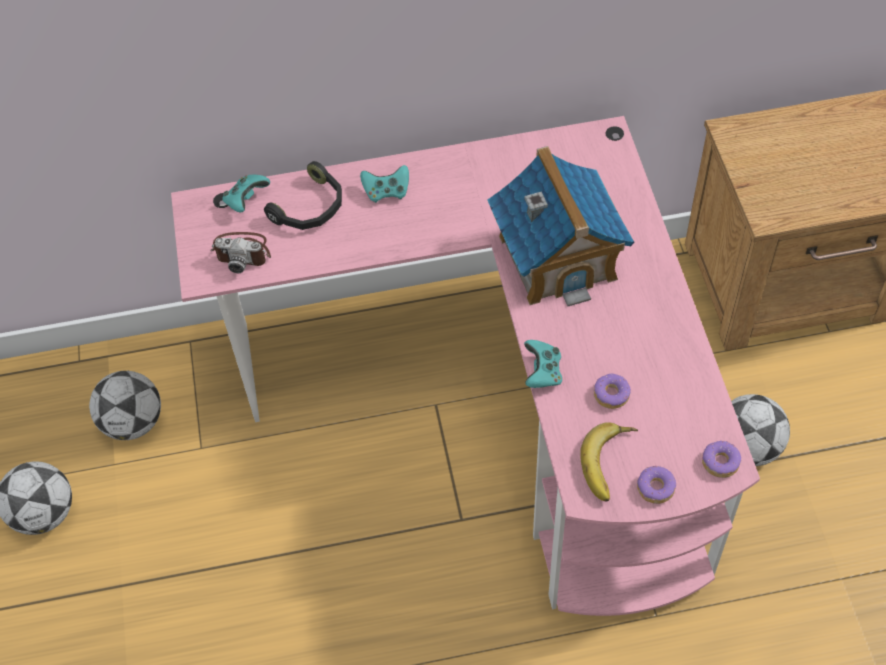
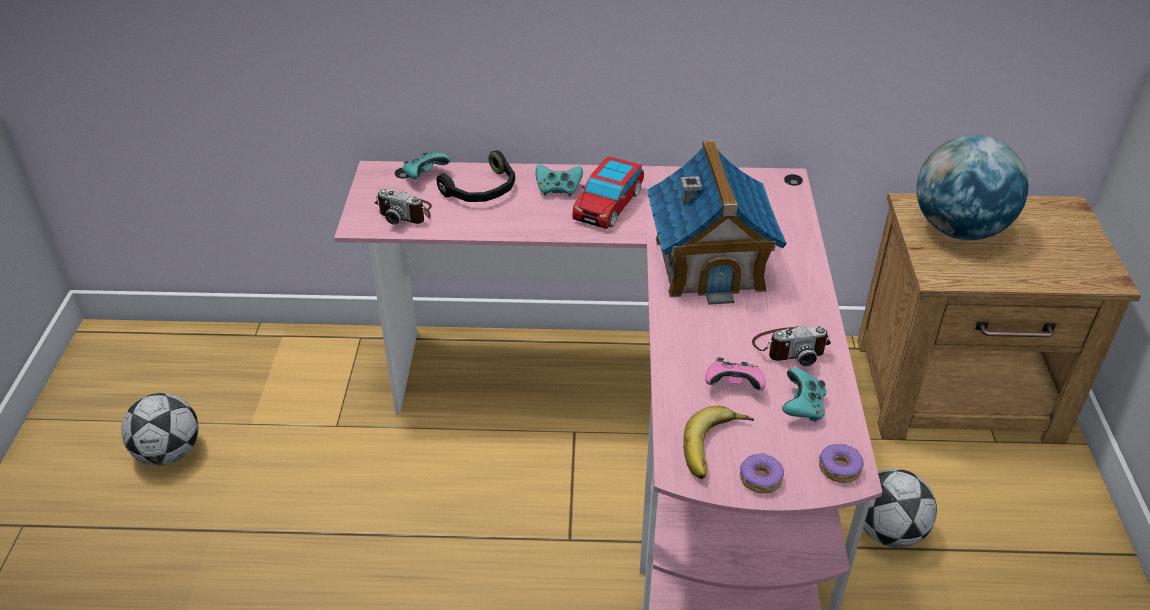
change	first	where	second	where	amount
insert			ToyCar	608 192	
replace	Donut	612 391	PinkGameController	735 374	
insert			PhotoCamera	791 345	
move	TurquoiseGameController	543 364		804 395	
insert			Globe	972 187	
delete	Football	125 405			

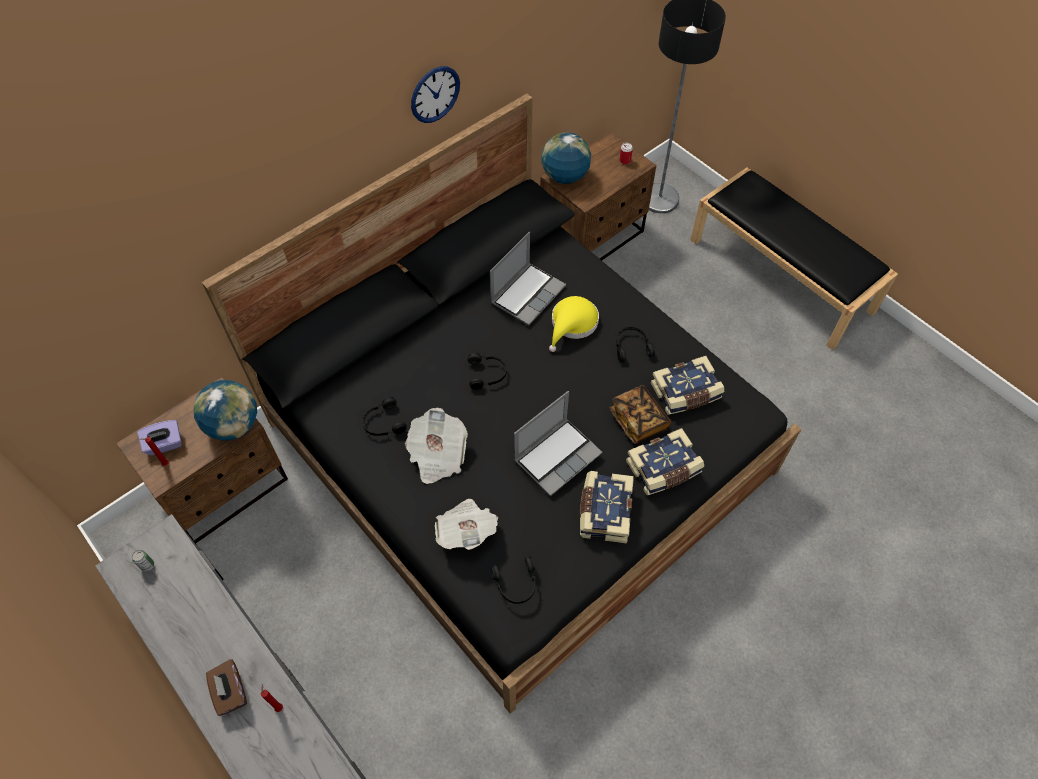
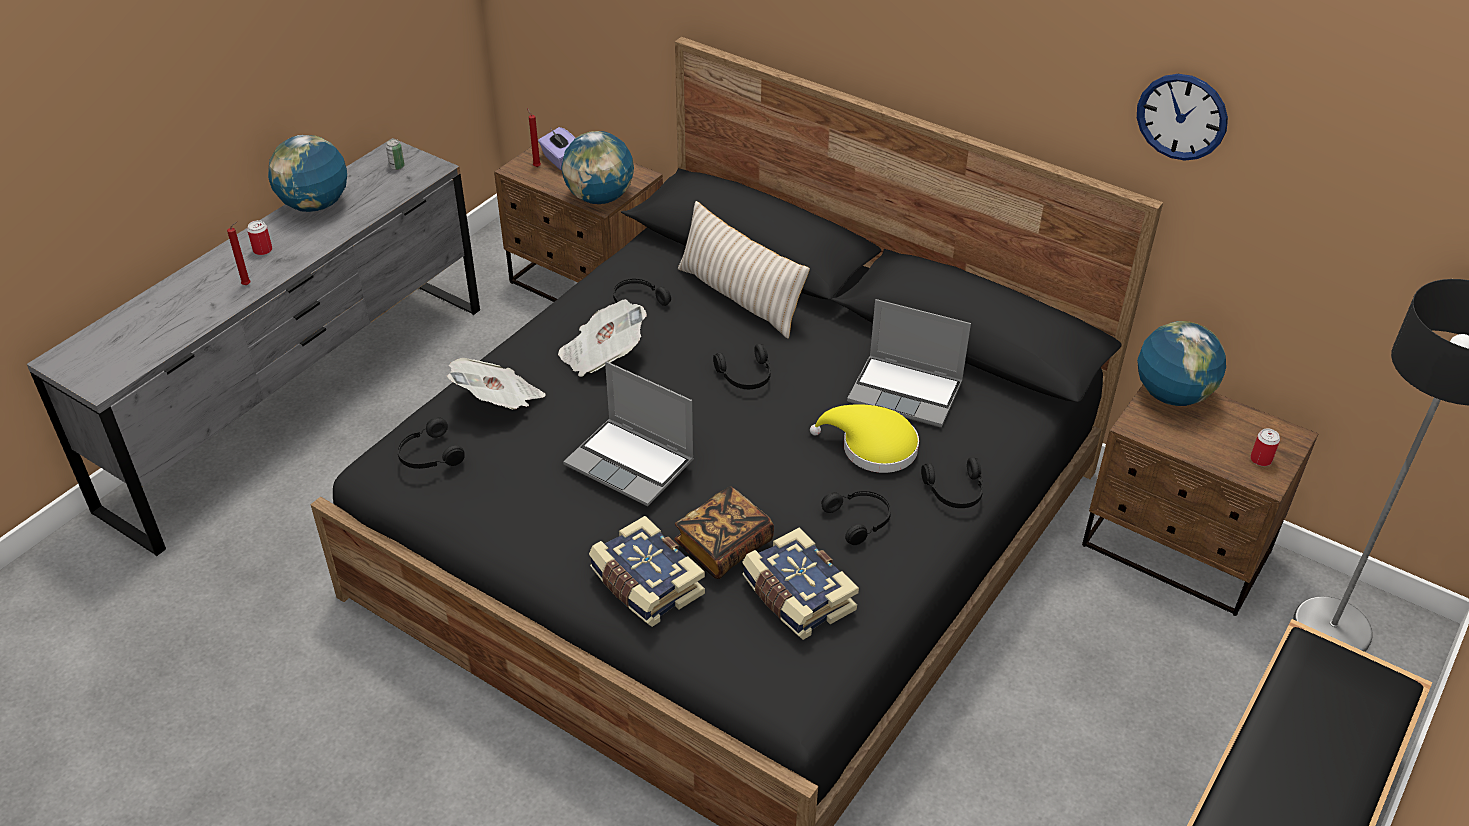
change	first	where	second	where	amount
replace	BrownTissueBox	226 687	Can	259 237	
insert			Globe	307 173	
insert			BeigePillow	744 270	
insert			BlackHeadphones	952 482	
move	WallClock	435 94		1182 117	
delete	Book	607 507			

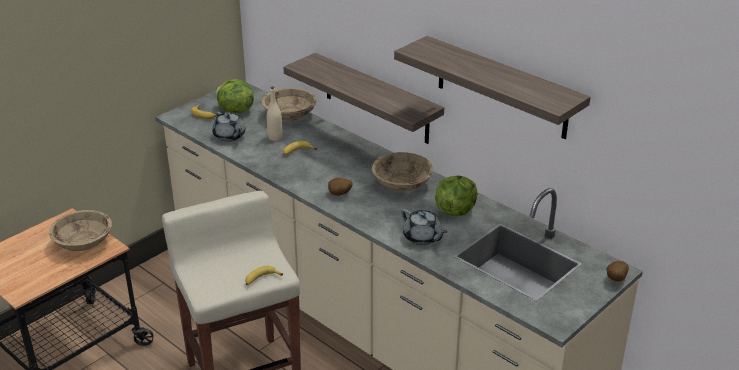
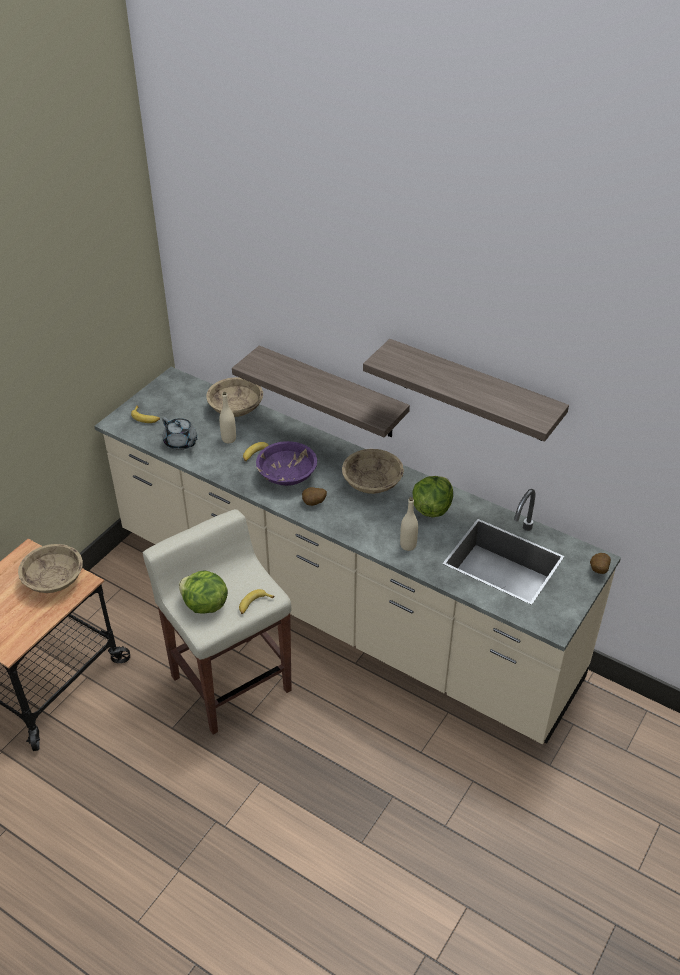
change	first	where	second	where	amount
move	Lettuce	235 96		203 592	
insert			PurpleBowl	286 463	
replace	GreyTeapot	424 227	BeigeBottle	409 524	

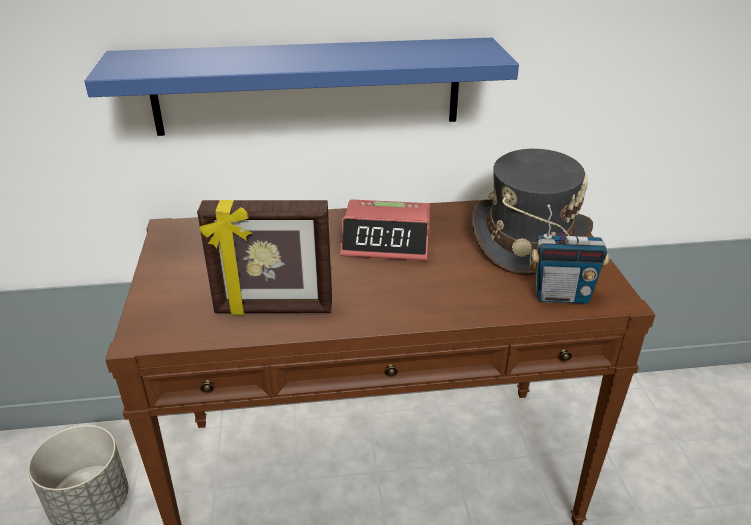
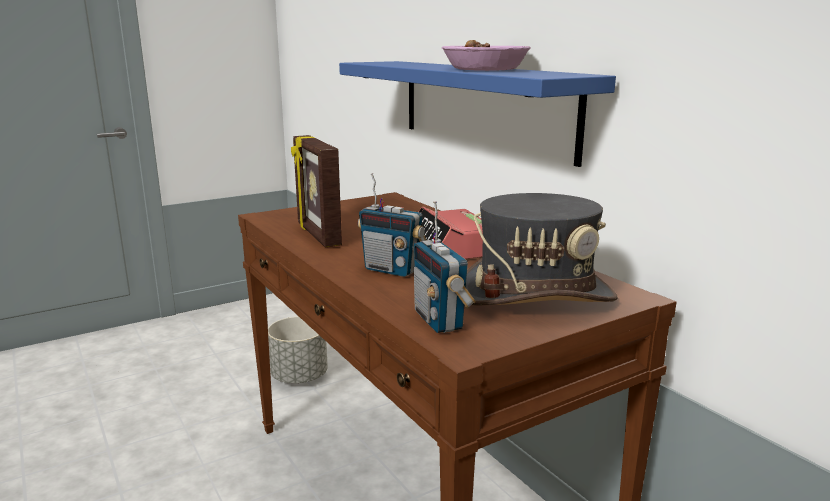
change	first	where	second	where	amount
insert			Radio	392 225	
insert			Bowl	486 55	

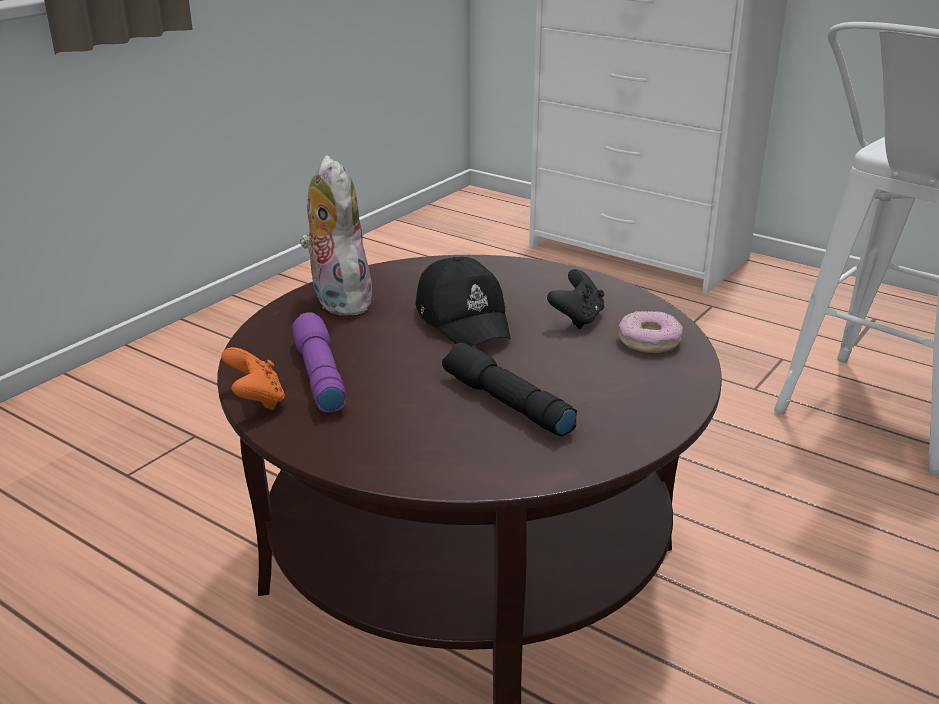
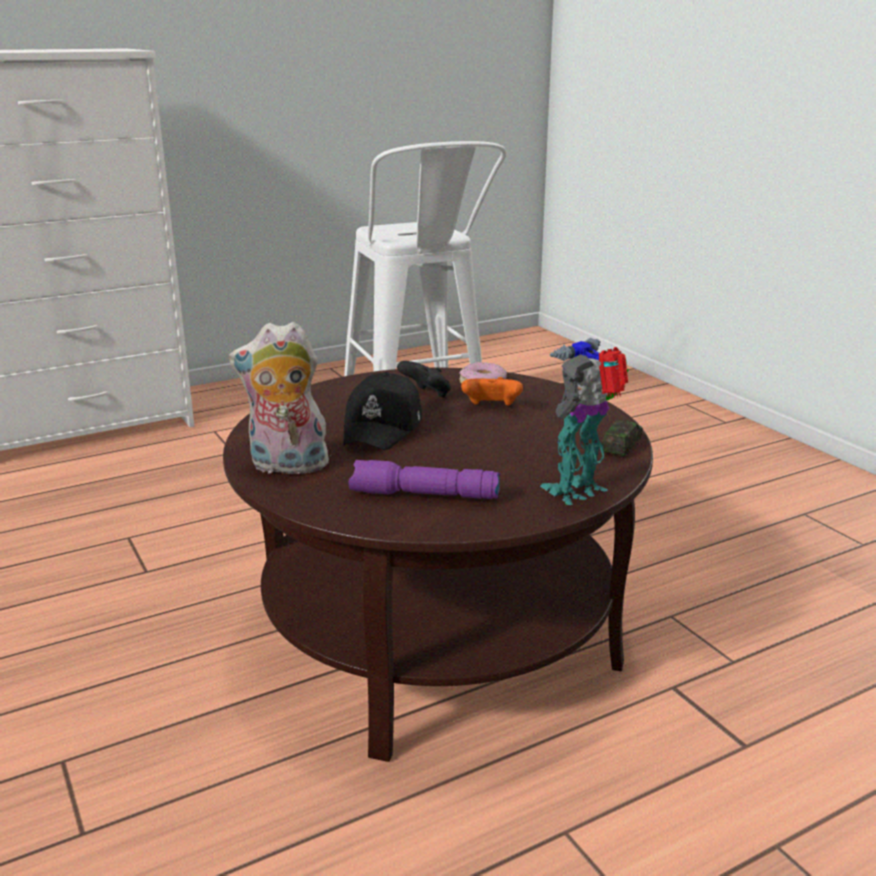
change	first	where	second	where	amount
rotate	BlackCap	463 302		382 411	105 degrees clockwise
move	OrangeGameController	253 378		492 391	
insert			ToyRobot	584 421	
insert			ToyCar	622 438	
delete	BlackFlashlight	509 389			

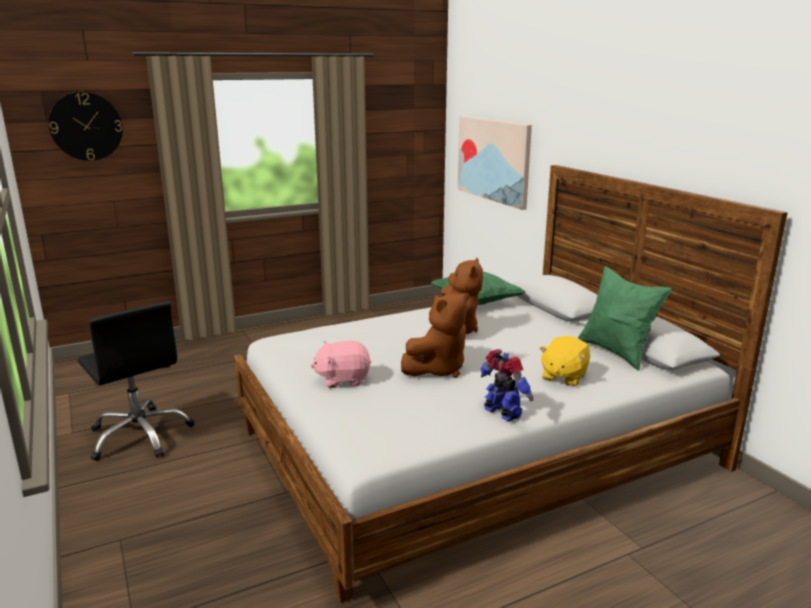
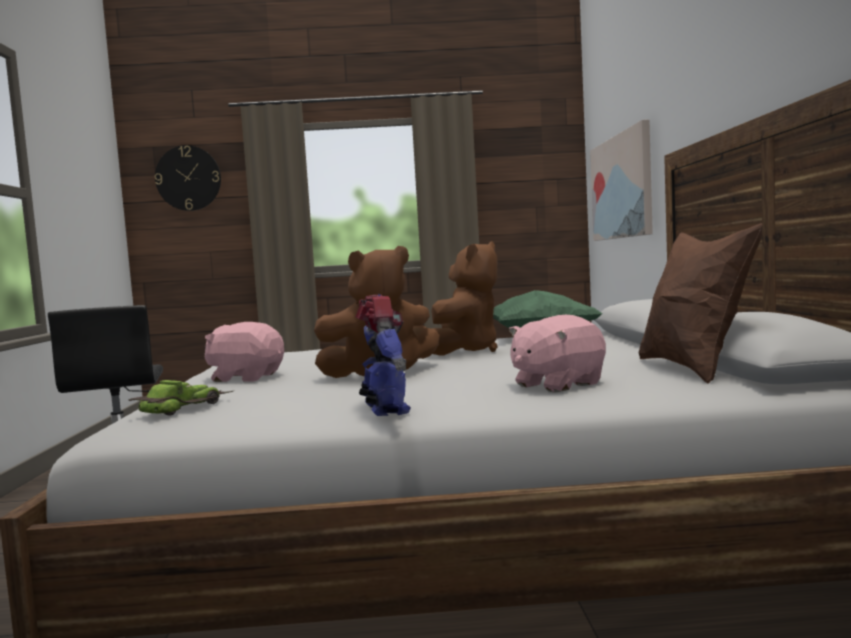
change	first	where	second	where	amount
insert			ToyCar	181 398	
recolor	YellowPlushToy	565 361	PinkPlushToy	557 354	
recolor	GreenPillow	625 318	BrownPillow	700 303	

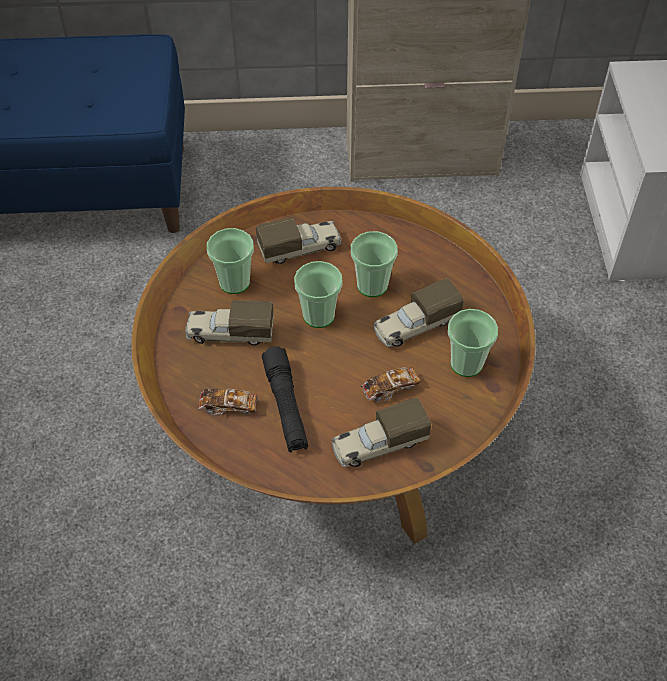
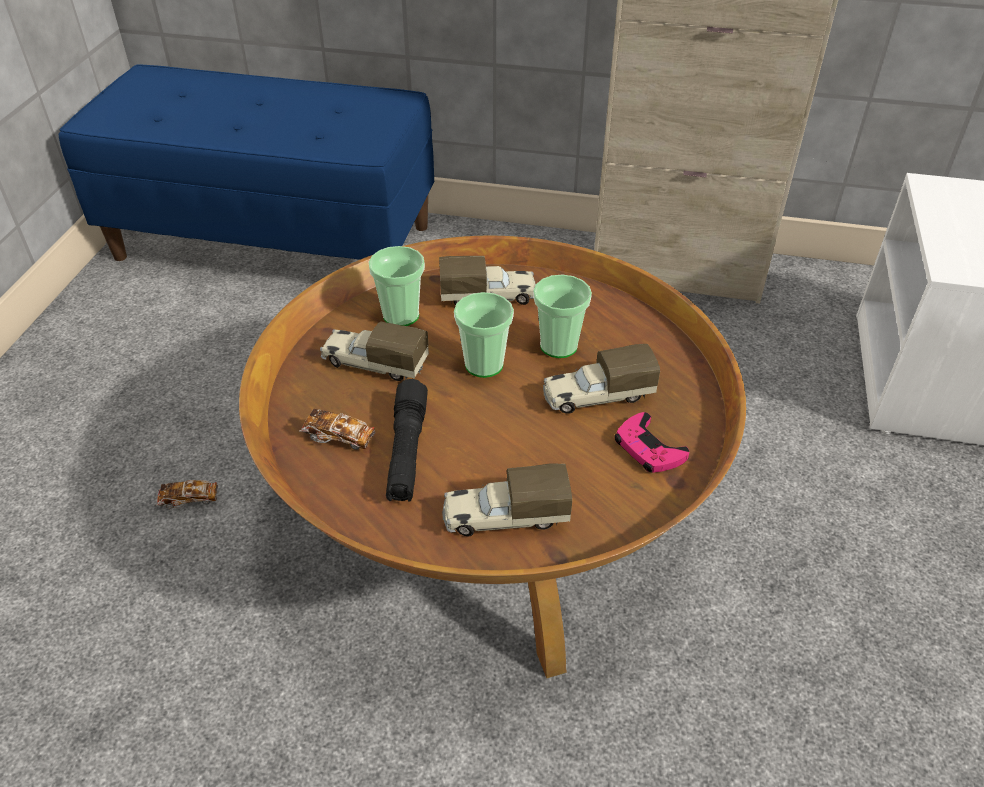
change	first	where	second	where	amount
move	ToyCar	390 384		187 494	
replace	Cup	473 343	PinkGameController	651 442	

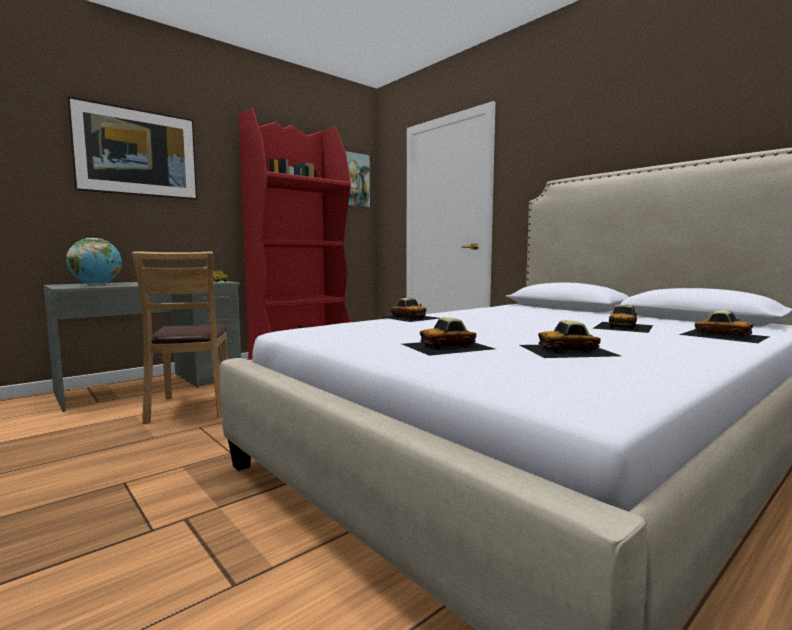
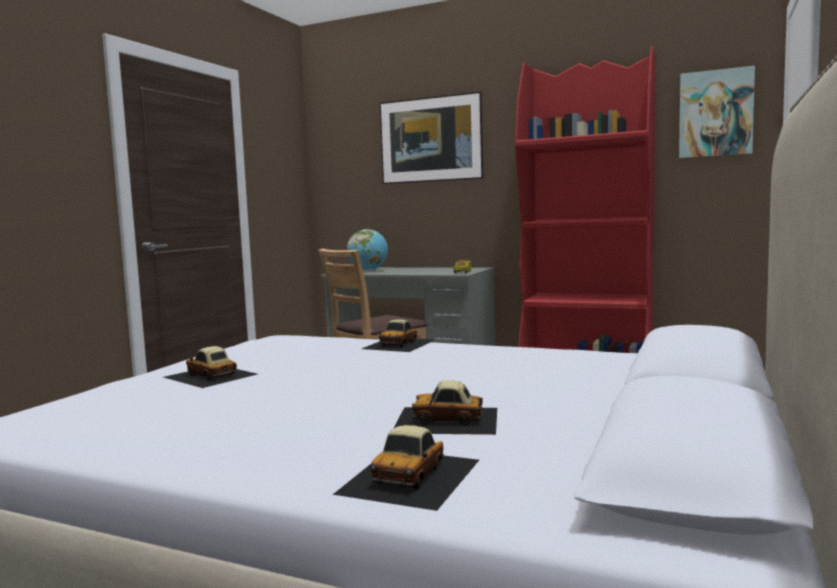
change	first	where	second	where	amount
delete	ToyCar	570 339			

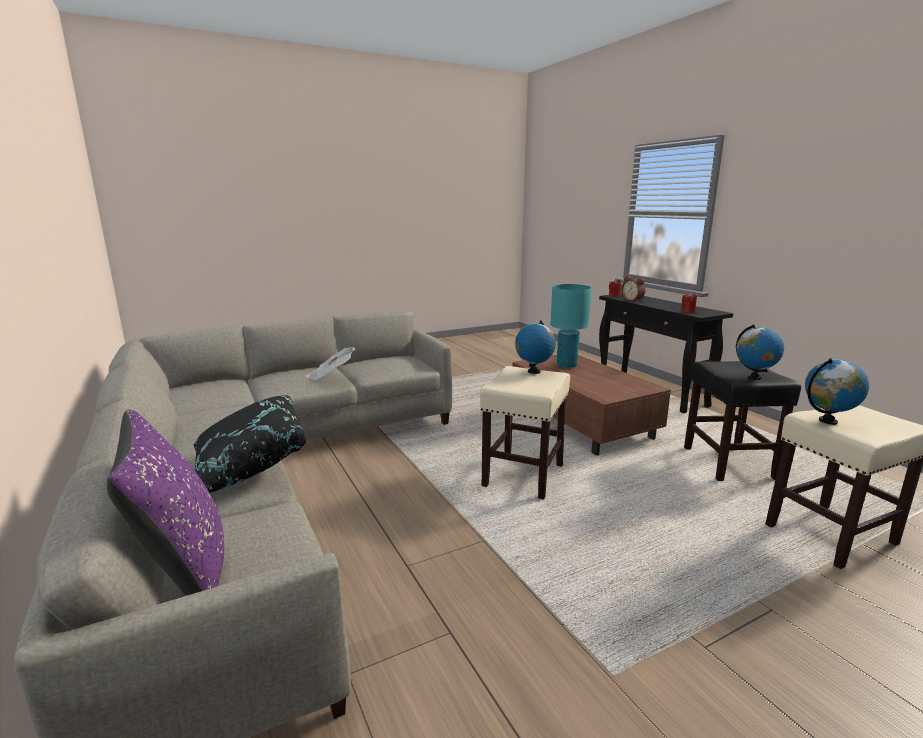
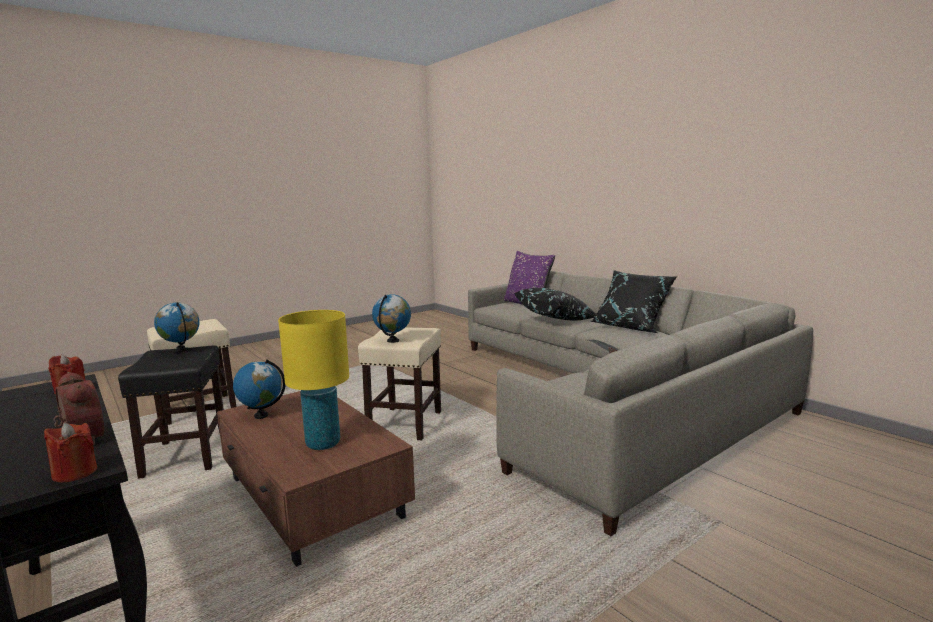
change	first	where	second	where	amount
move	Globe	837 392		259 389	
recolor	TurquoiseTableLamp	571 326	YellowTableLamp	313 380	
insert			BlackPillow	634 301	

